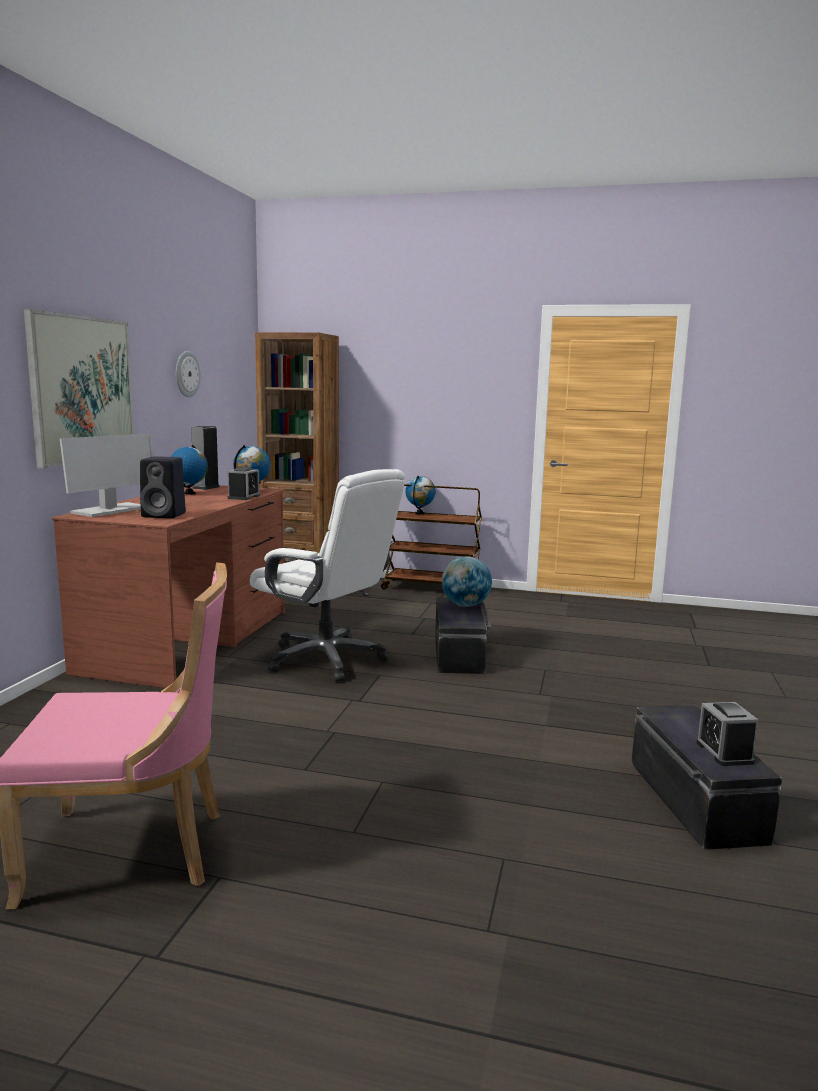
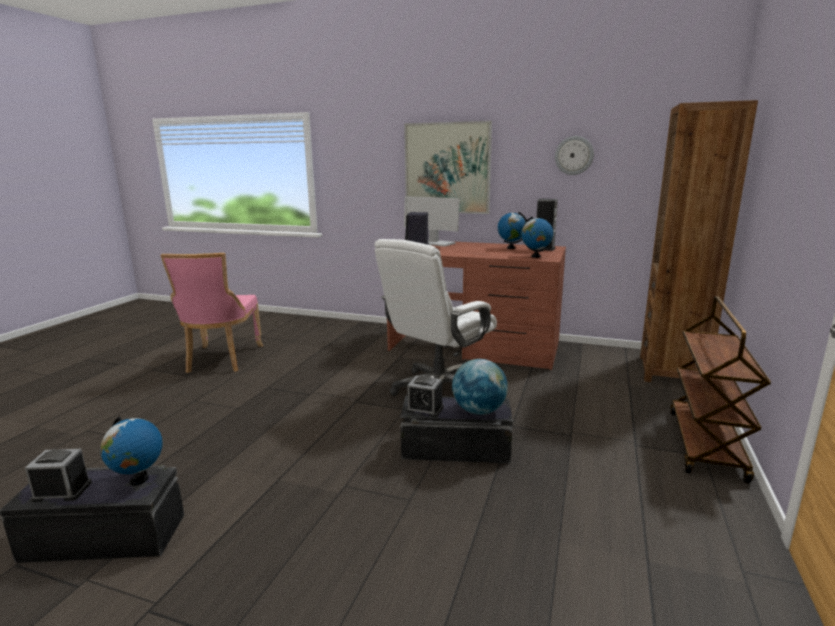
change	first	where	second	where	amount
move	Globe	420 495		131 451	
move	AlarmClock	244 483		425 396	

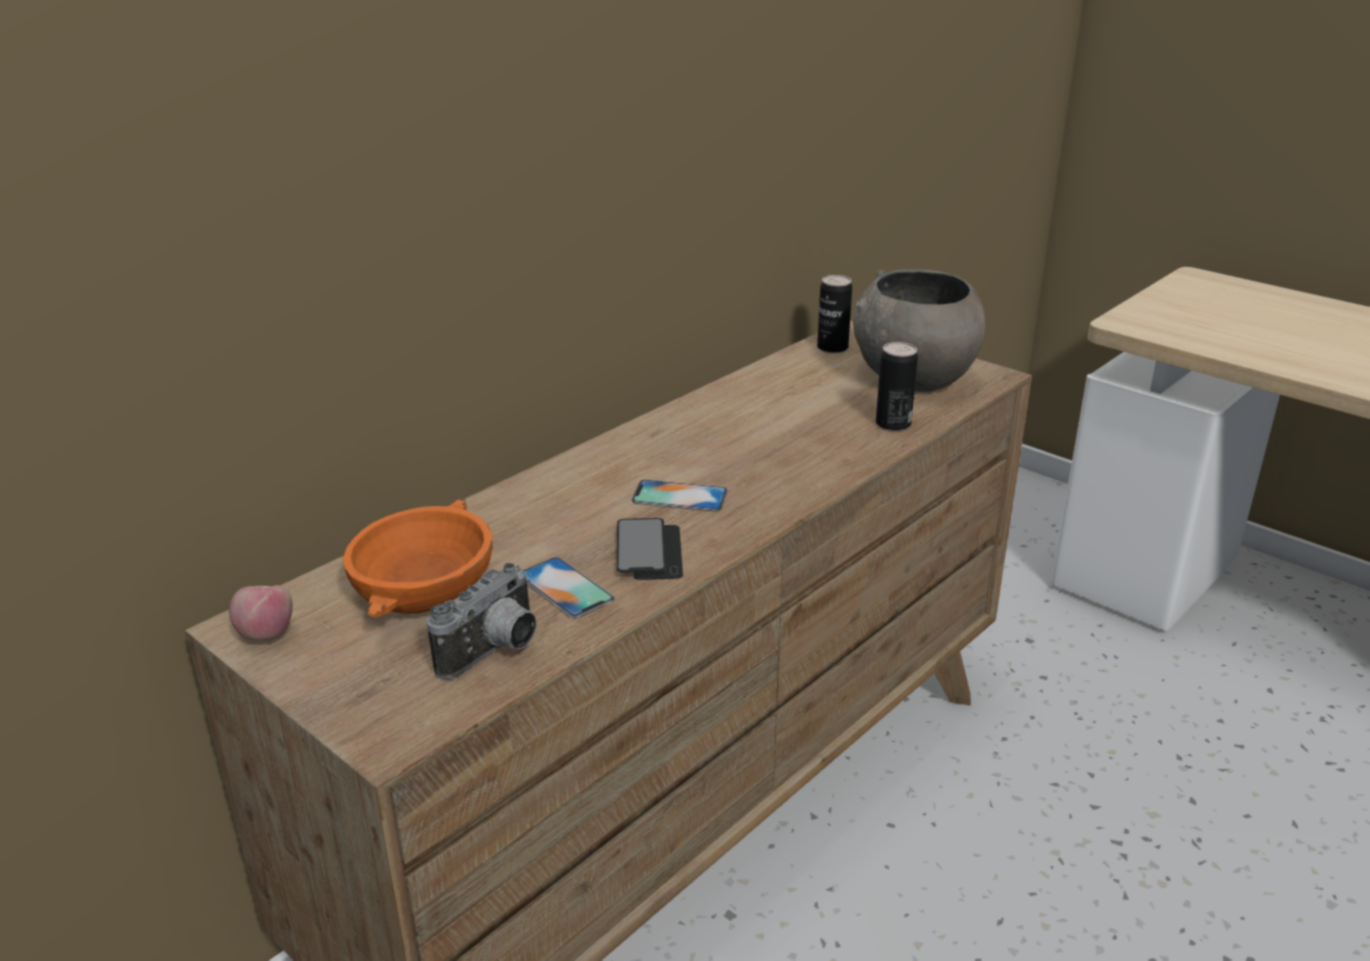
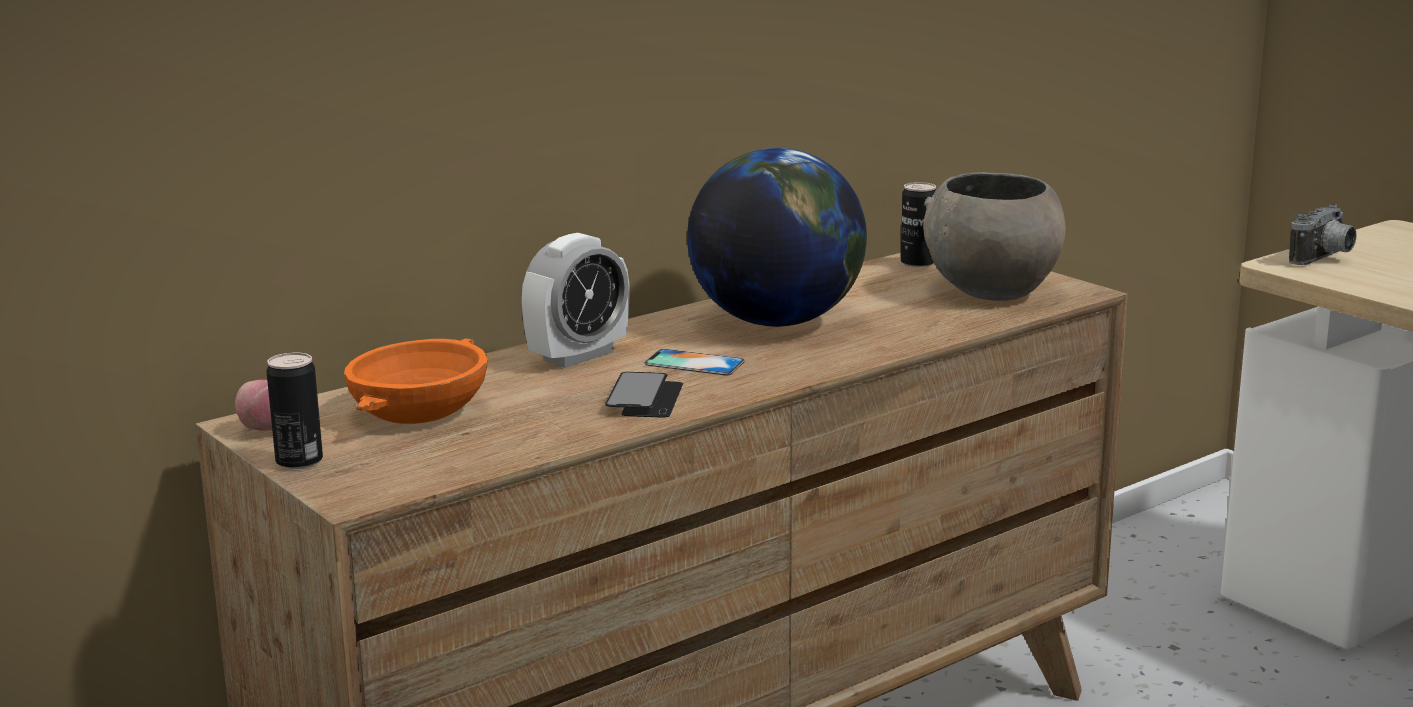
change	first	where	second	where	amount
move	Can	897 386		294 410	
insert			AlarmClock	575 300	
insert			Globe	777 237	
move	PhotoCamera	482 621		1322 234	
delete	Phone	569 588			

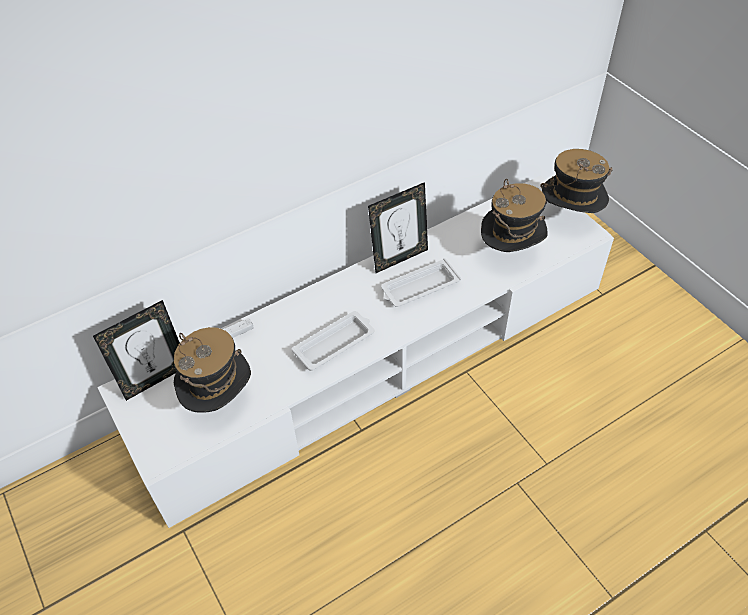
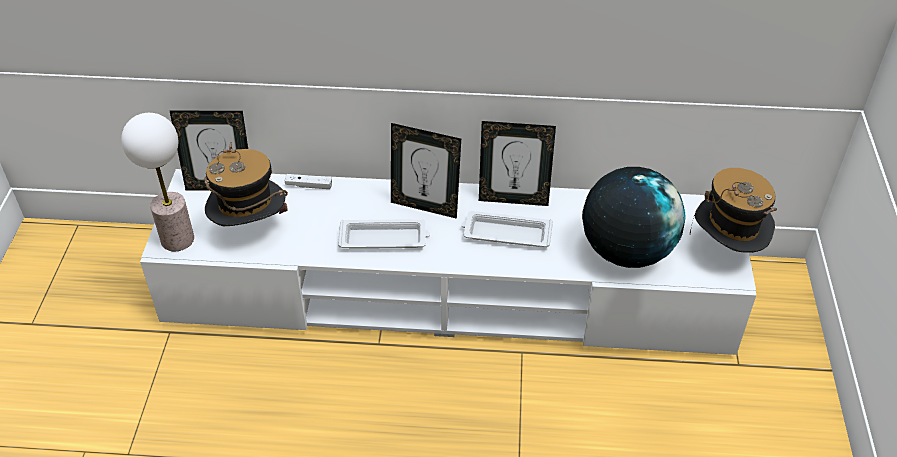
change	first	where	second	where	amount
insert			TableLamp	157 182	
insert			PictureFrame	426 171	
replace	Hat	514 215	Globe	634 217	

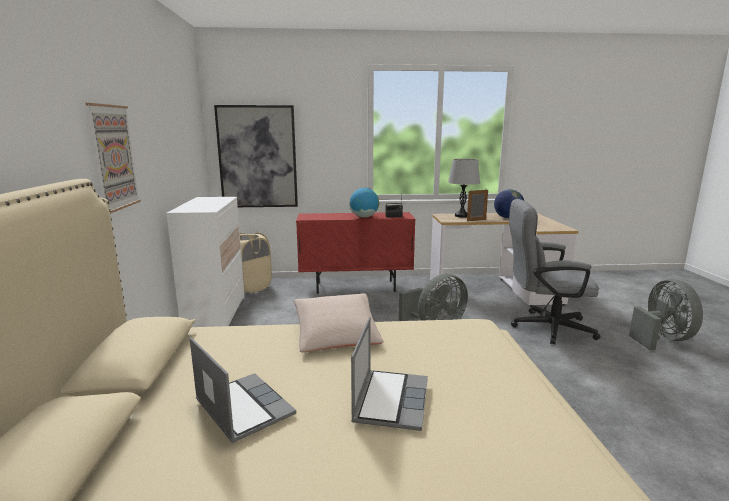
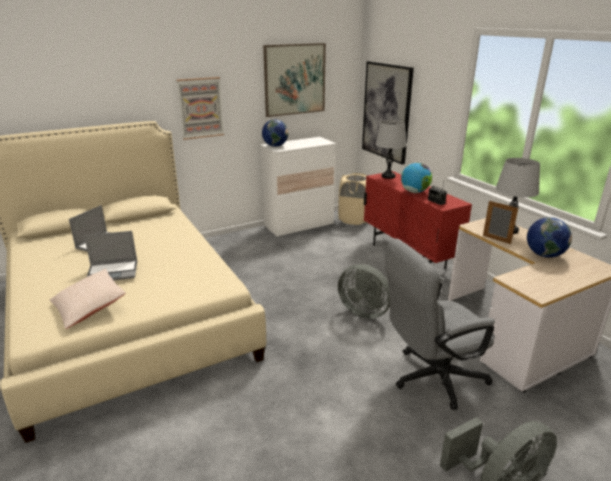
change	first	where	second	where	amount
move	BeigePillow	338 322		88 299	
insert			Globe	275 133	
insert			Picture	294 80	
insert			GreyTableLamp	391 149	
rotate	GreyOfficeChair	555 272		440 324	90 degrees counterclockwise

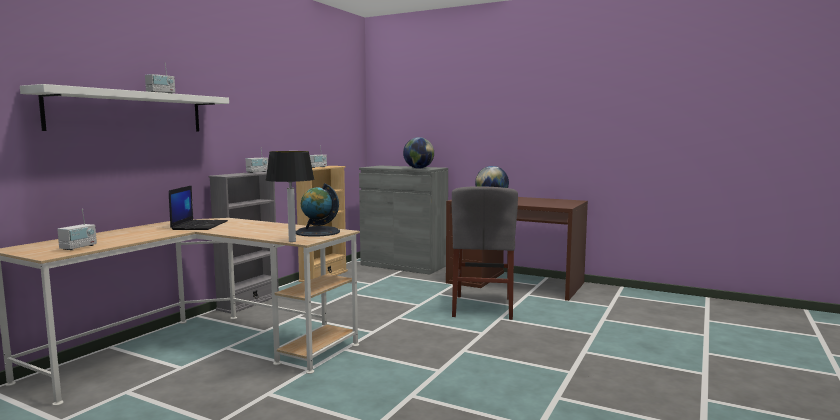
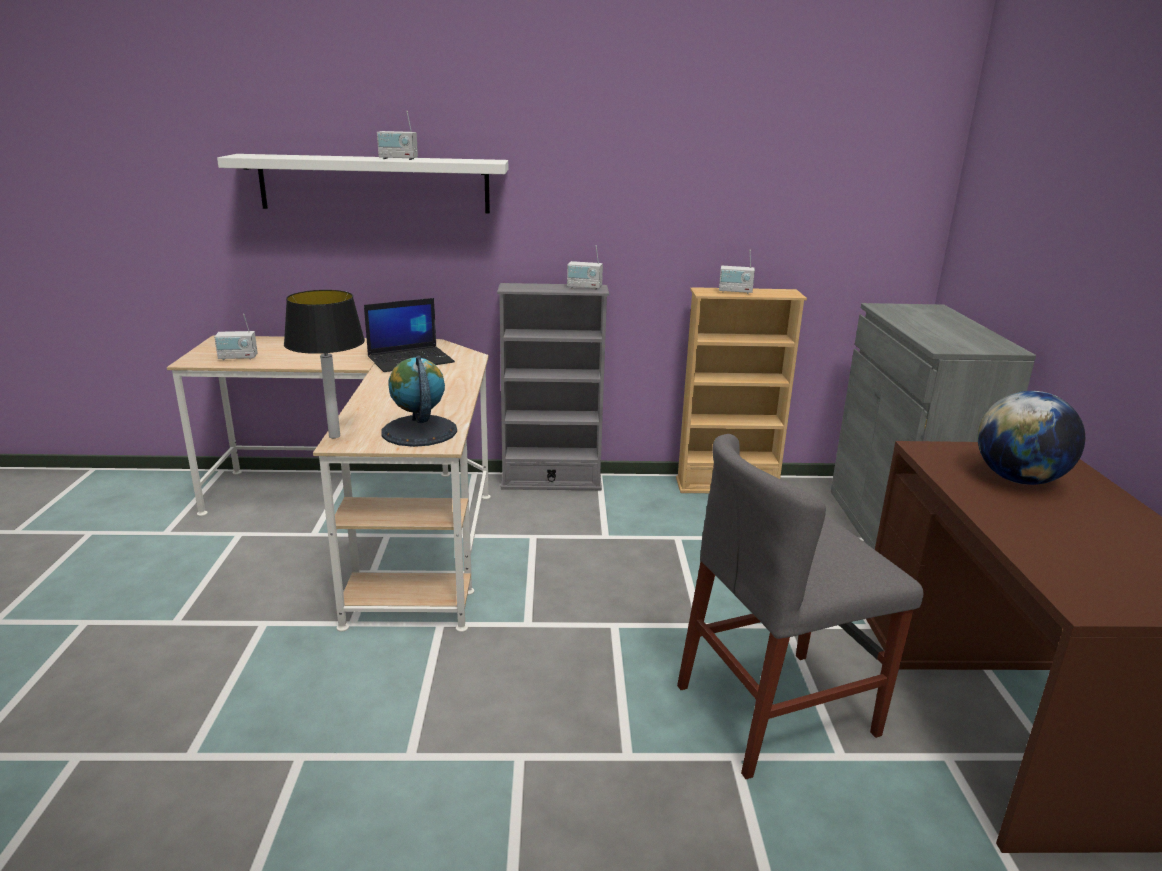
change	first	where	second	where	amount
delete	Globe	418 153			

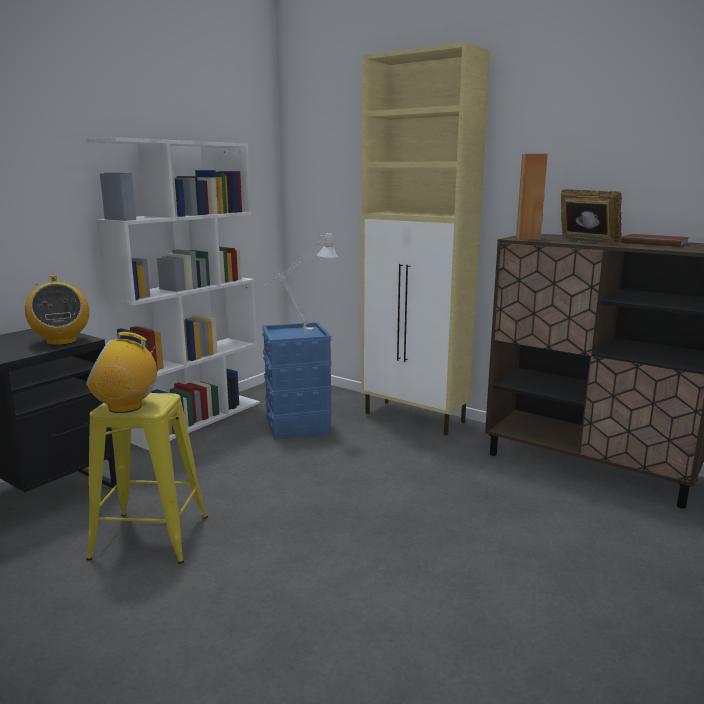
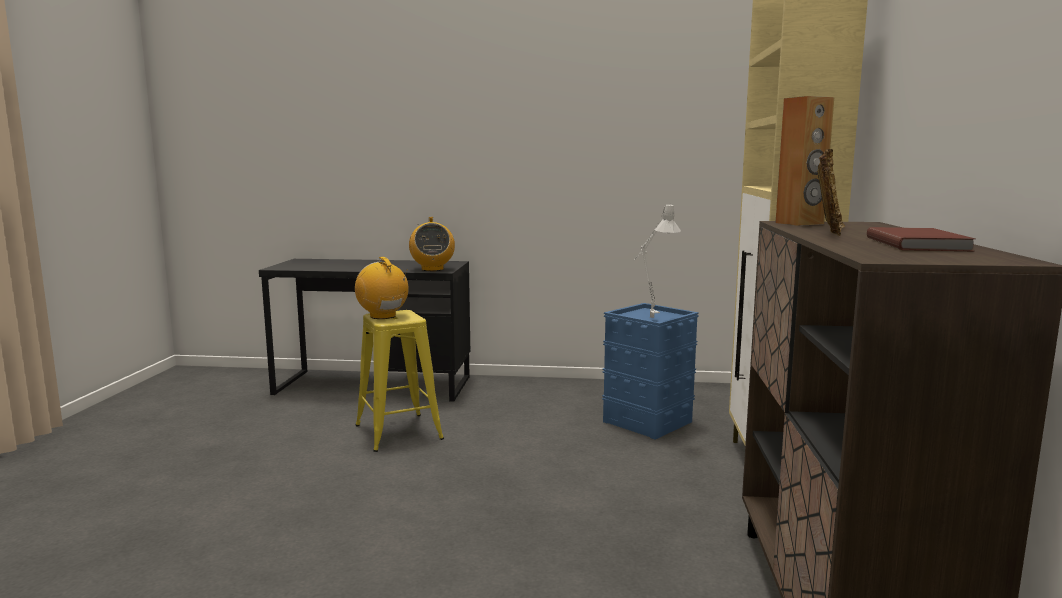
change	first	where	second	where	amount
rotate	Radio	57 310		432 244	45 degrees counterclockwise
delete	WhiteBookcase	173 293			

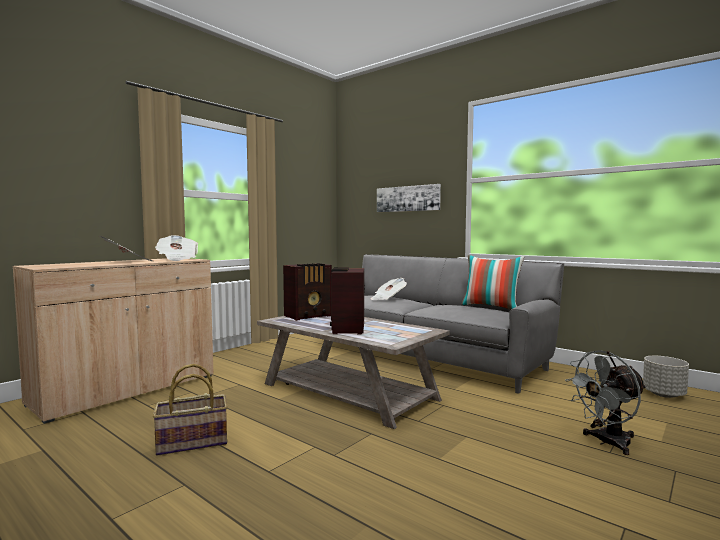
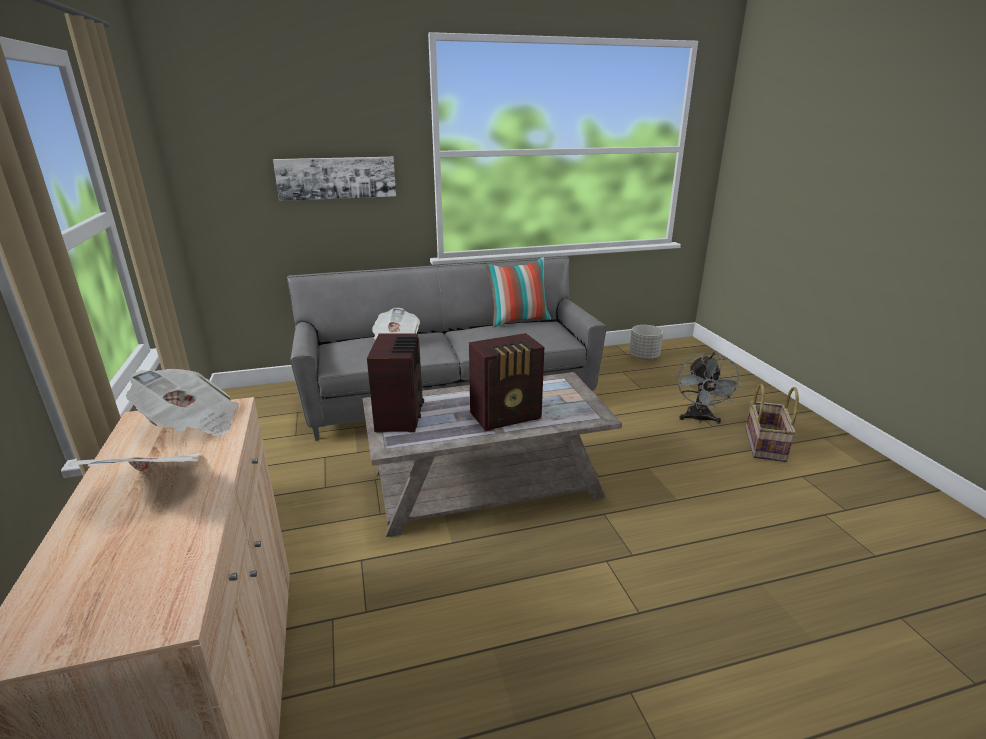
change	first	where	second	where	amount
rotate	Radio	347 300		506 382	60 degrees counterclockwise
move	Basket	190 410		772 423	

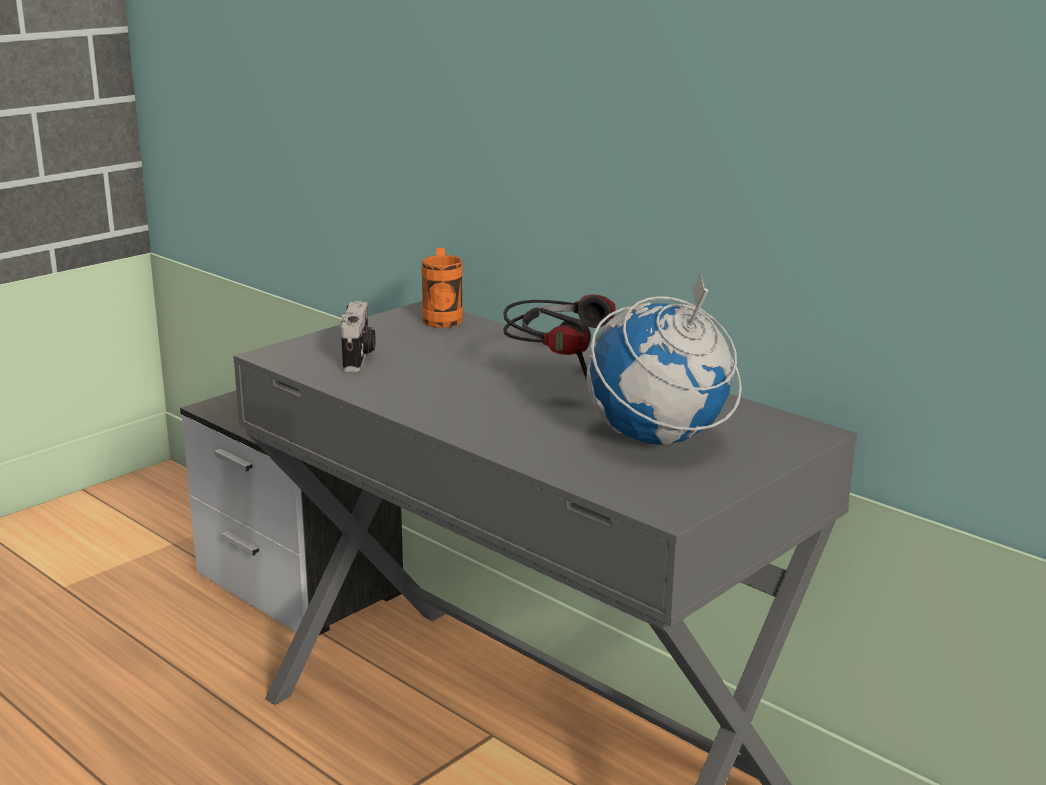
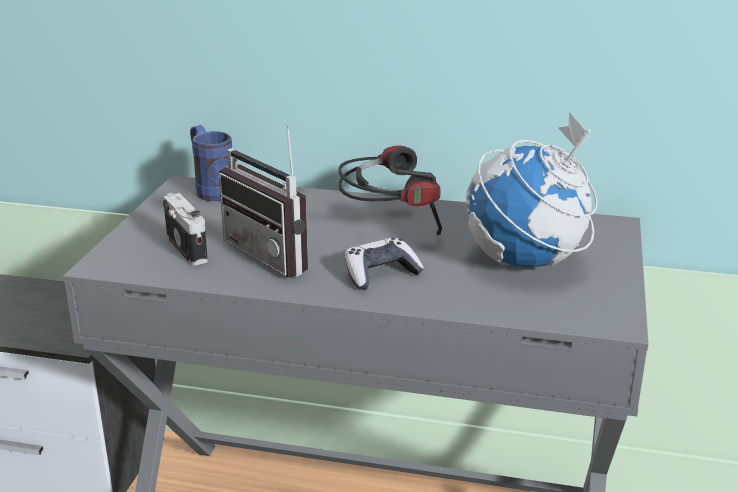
change	first	where	second	where	amount
recolor	OrangeMug	442 288	BlueMug	211 163	
insert			Radio	263 200	
insert			GameController	384 263	

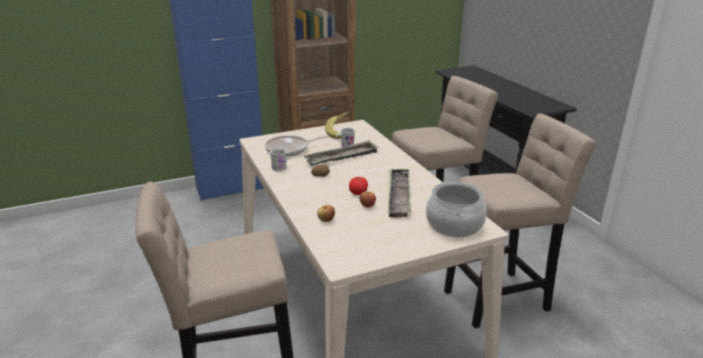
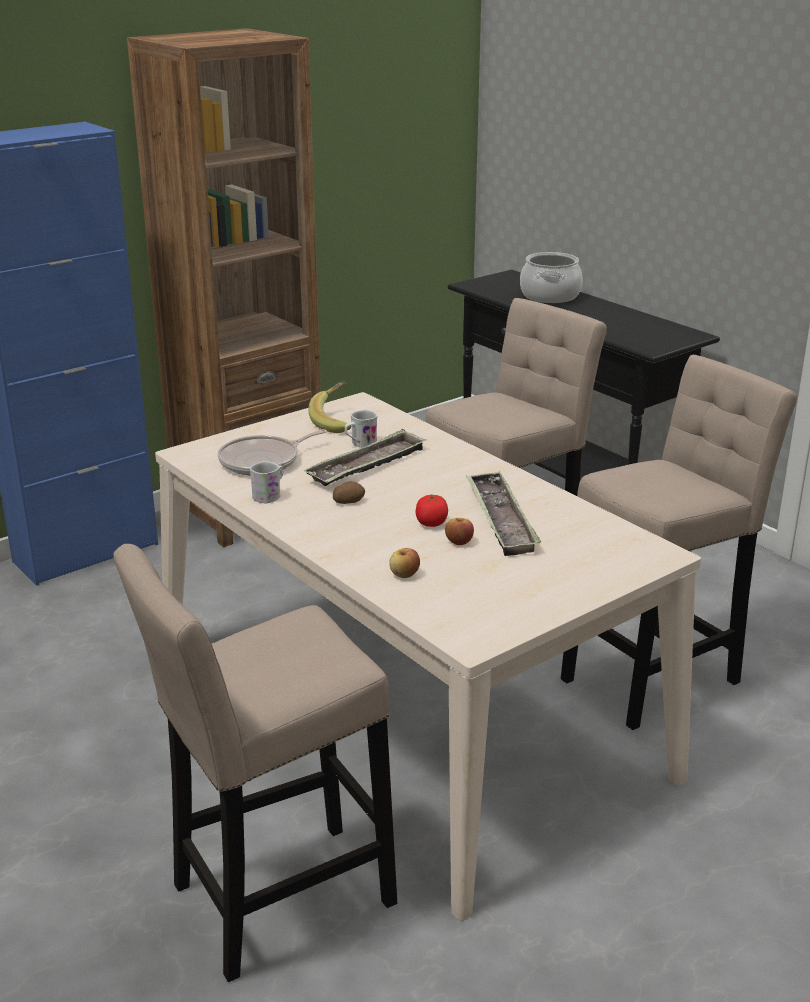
change	first	where	second	where	amount
move	CookingPot	456 210		551 277	

